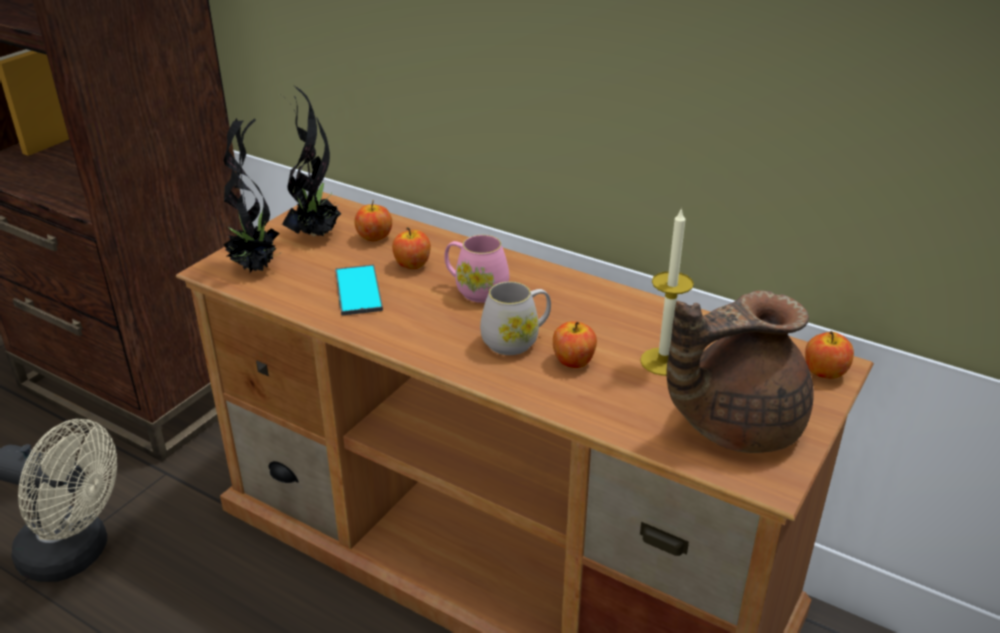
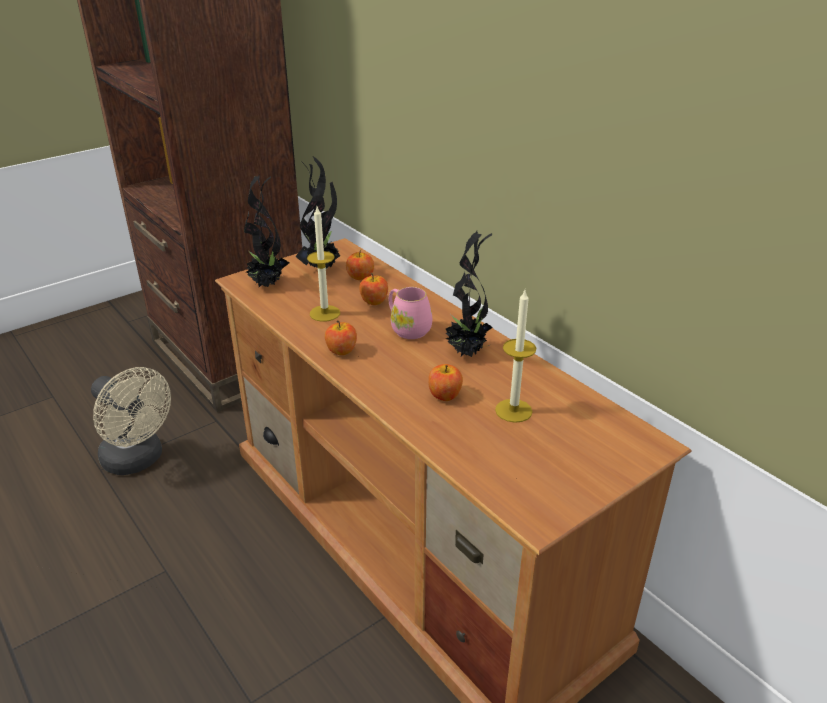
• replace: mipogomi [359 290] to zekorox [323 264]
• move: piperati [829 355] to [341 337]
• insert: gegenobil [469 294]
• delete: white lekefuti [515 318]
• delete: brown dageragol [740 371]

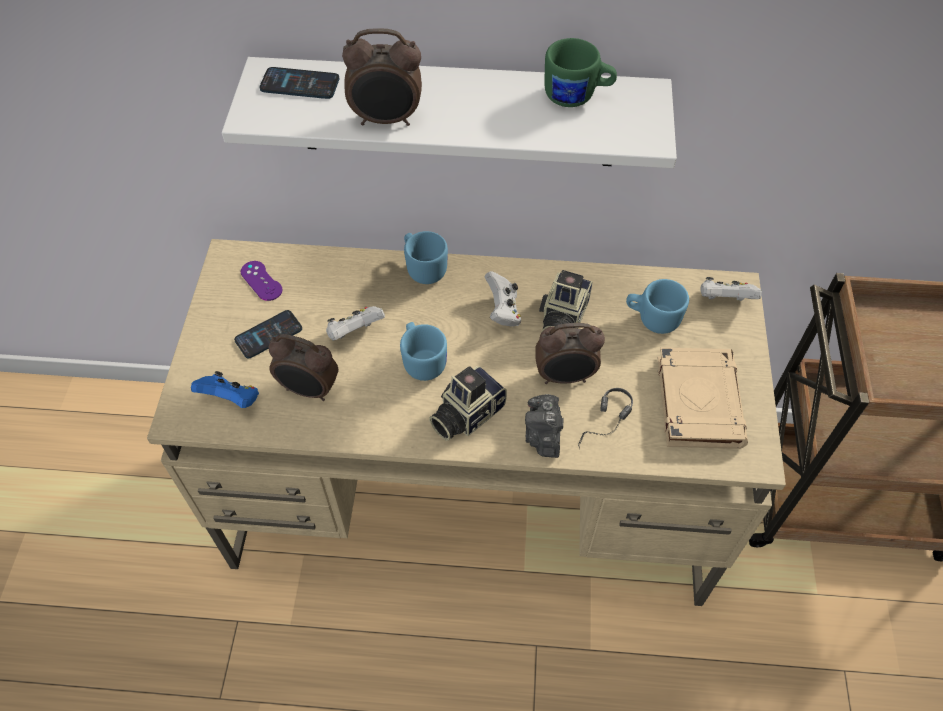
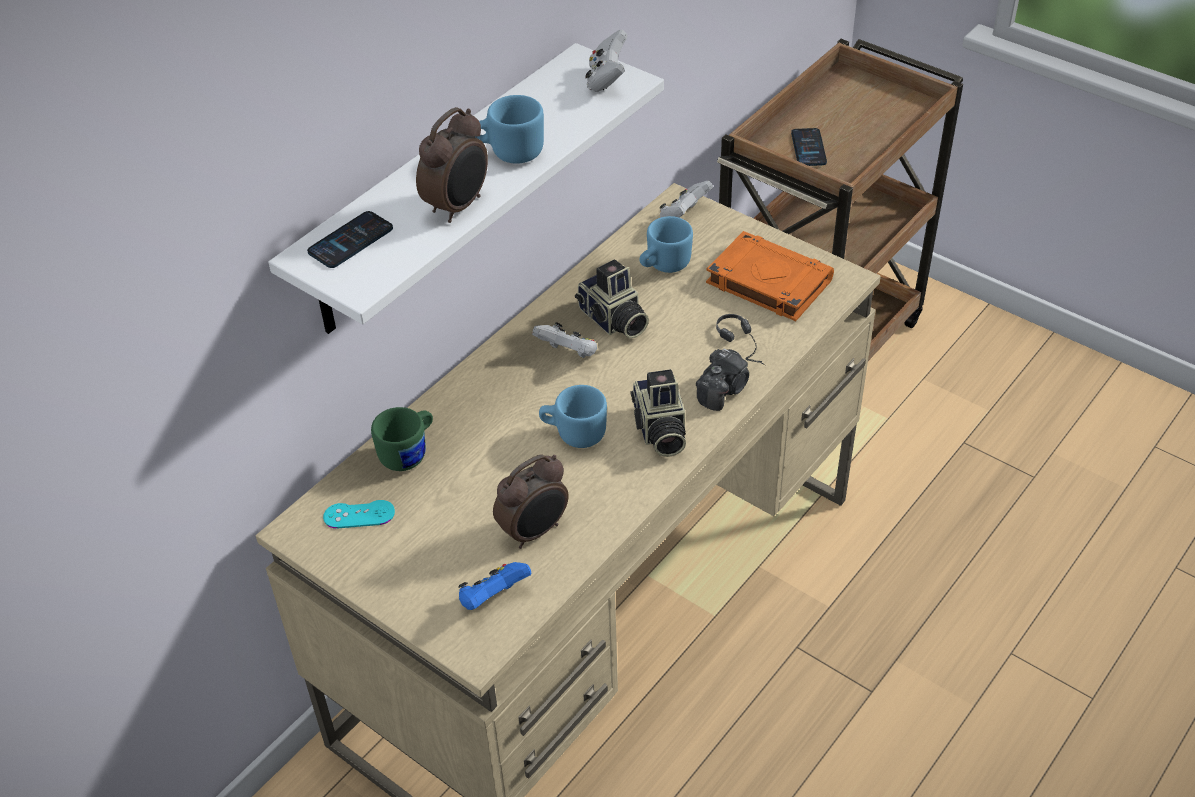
• recolor: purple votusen [261 281] to turquoise votusen [359 514]
• move: green lekefuti [580 72] to [402 439]
• move: blue lekefuti [426 257] to [509 129]
• move: white votusen [355 323] to [606 61]
• rotate: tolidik [544 426] = [722 379] 90 degrees counterclockwise
• recolor: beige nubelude [703 398] to orange nubelude [770 276]
• move: mipogomi [268 334] to [809 147]
• delete: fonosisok [570 353]

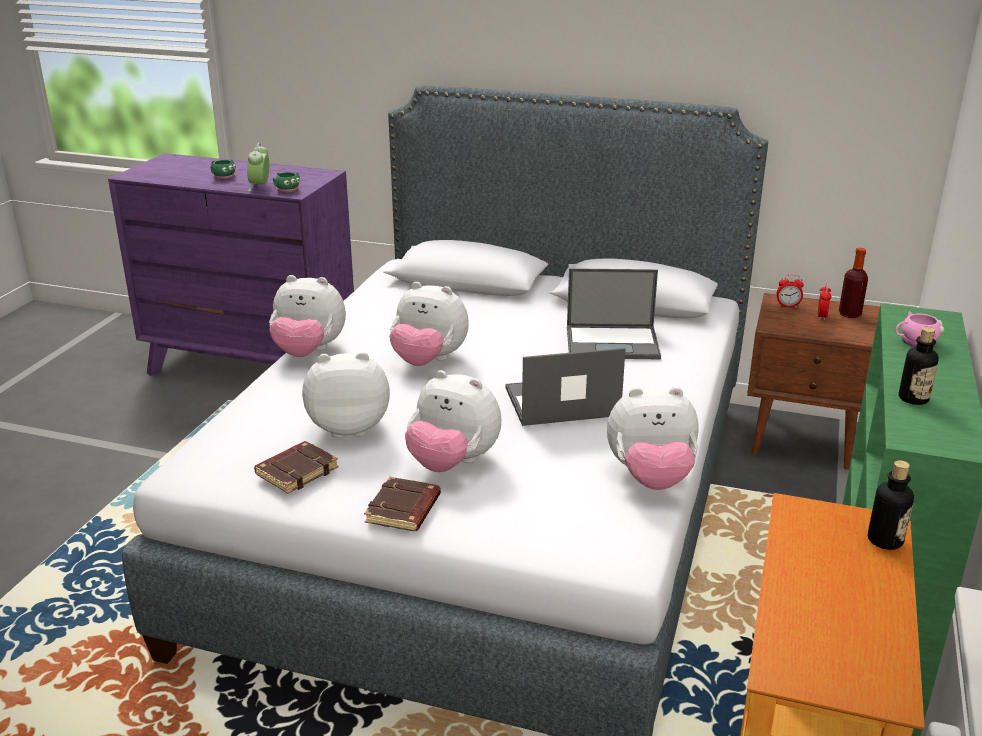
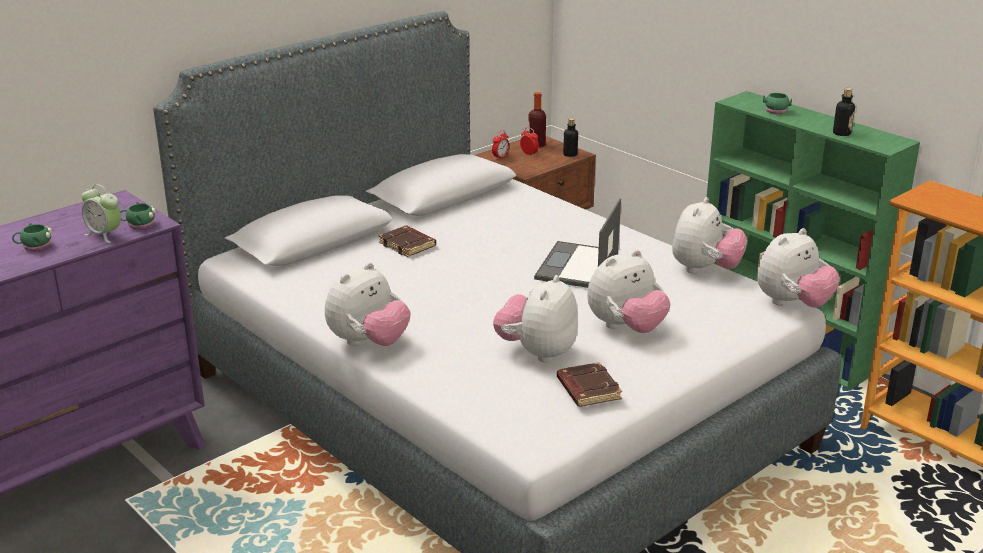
• move: brown nubelude [402 504] to [407 241]
• move: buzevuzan [891 505] to [570 137]
• move: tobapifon [429 324] to [798 268]
• recolor: pink lekefuti [919 329] to green lekefuti [777 103]
• delete: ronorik [614 314]

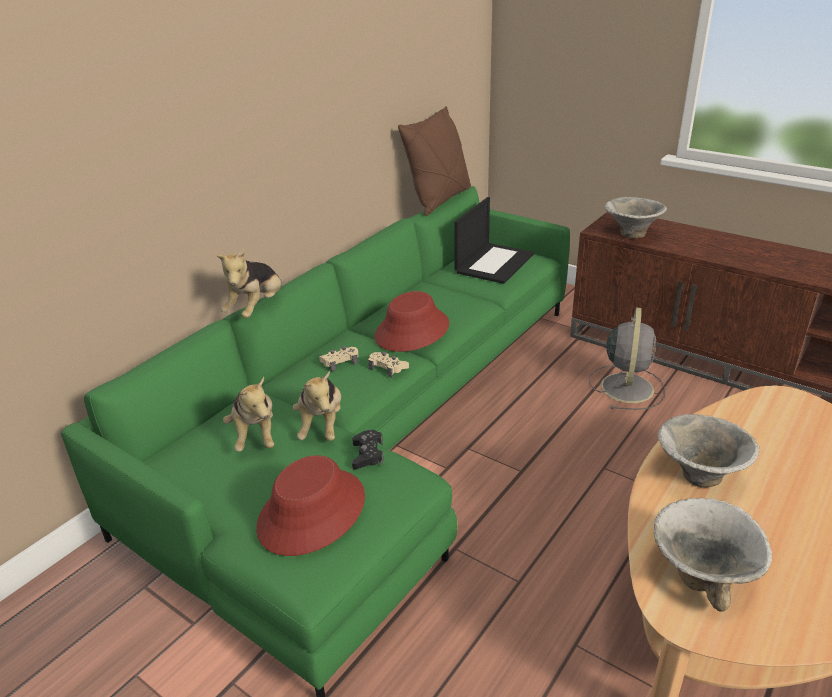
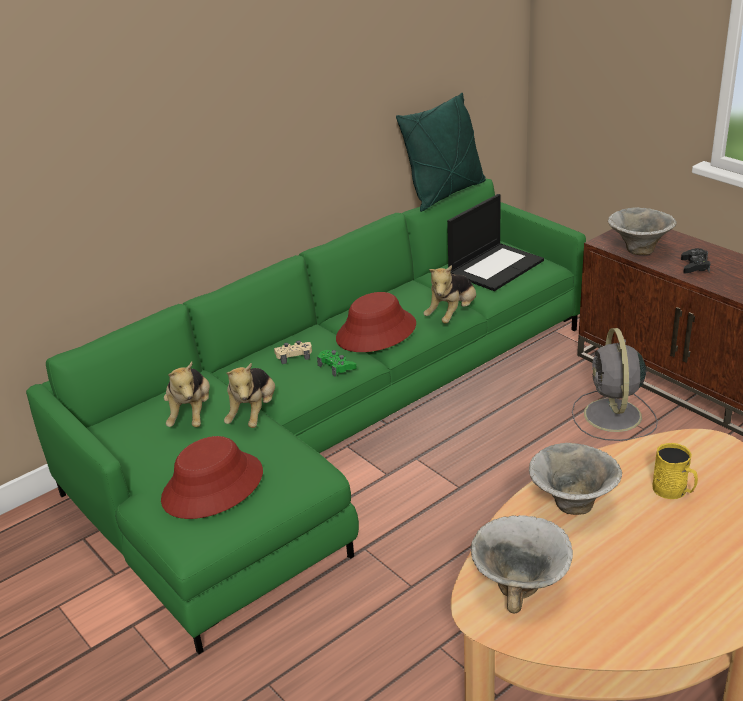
• recolor: beige votusen [388 365] to green votusen [337 363]
• recolor: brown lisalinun [434 161] to green lisalinun [441 152]
• move: tobapifon [249 283] to [449 294]
• rotate: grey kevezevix [627 359] = [615 384] 150 degrees clockwise
• insert: yellow lekefuti [675 471]
• move: black votusen [368 449] to [696 260]

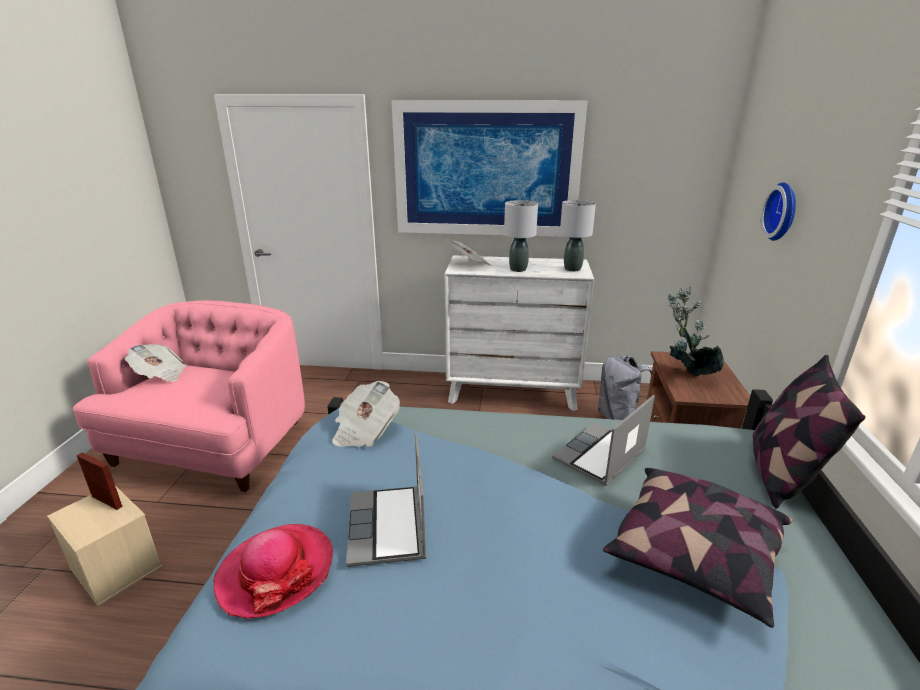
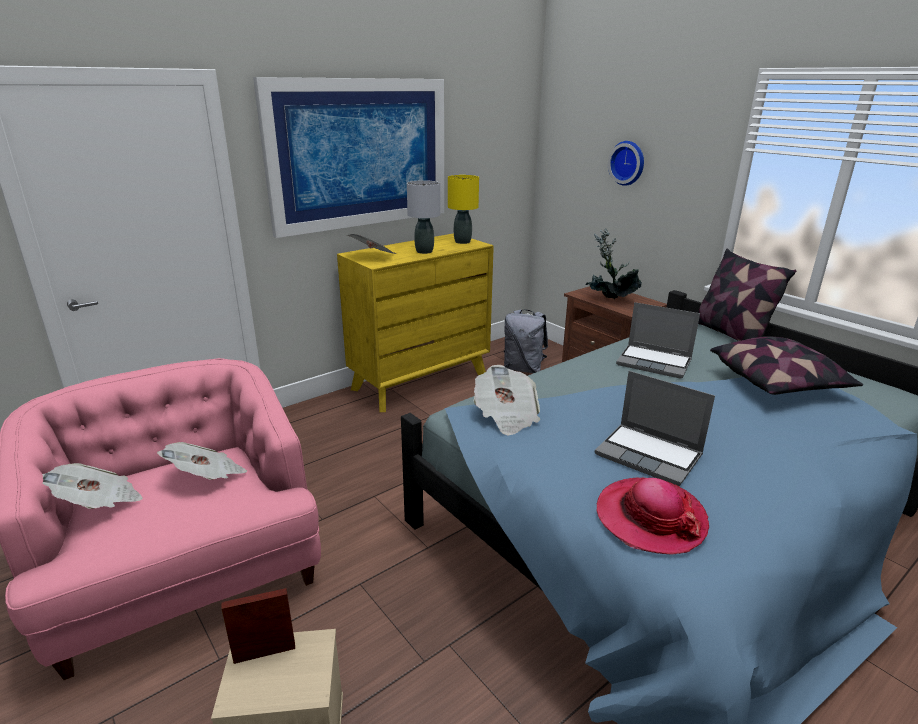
• insert: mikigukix [202 461]
• recolor: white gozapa [519 333] to yellow gozapa [415 322]
• recolor: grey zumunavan [578 235] to yellow zumunavan [463 209]
• rotate: ronorik [603 440] = [658 340] 60 degrees counterclockwise

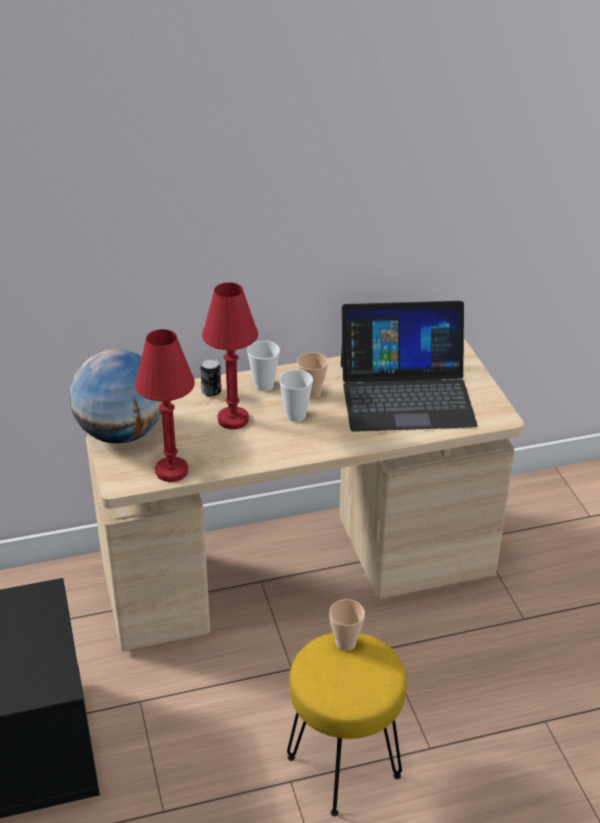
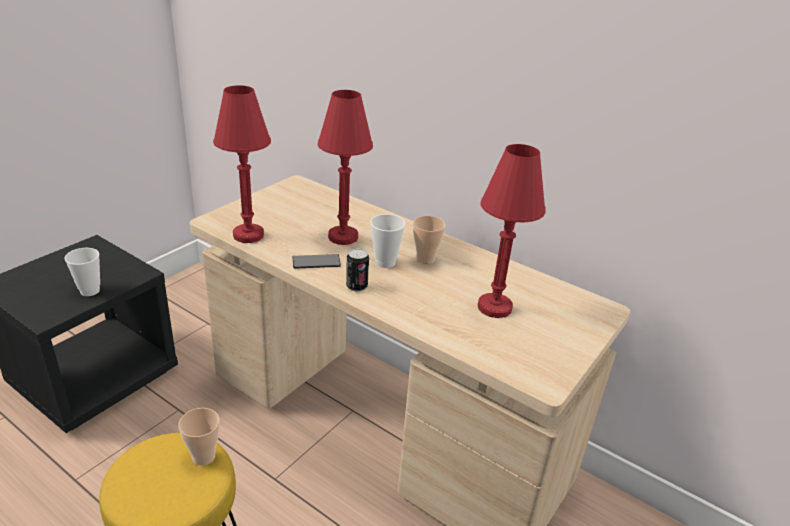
• move: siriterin [263 366] to [82 272]
• insert: mipogomi [316 261]
• move: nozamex [210 378] to [357 270]
• replace: ronorik [409 366] to red zumunavan [511 231]
• delete: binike [116 396]

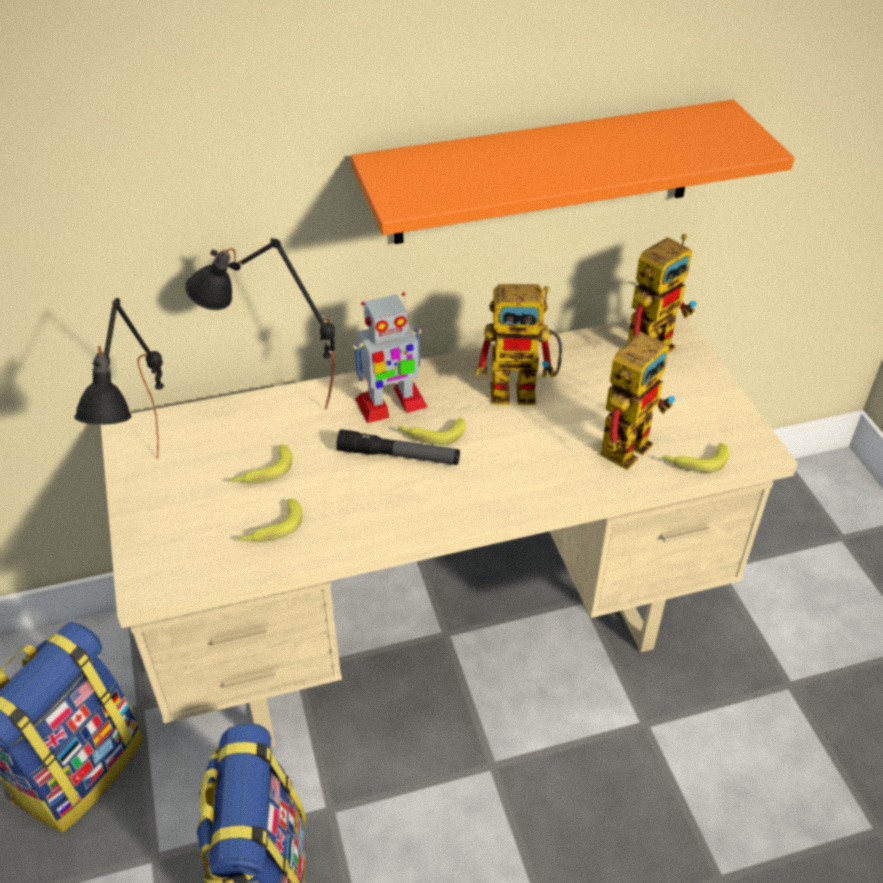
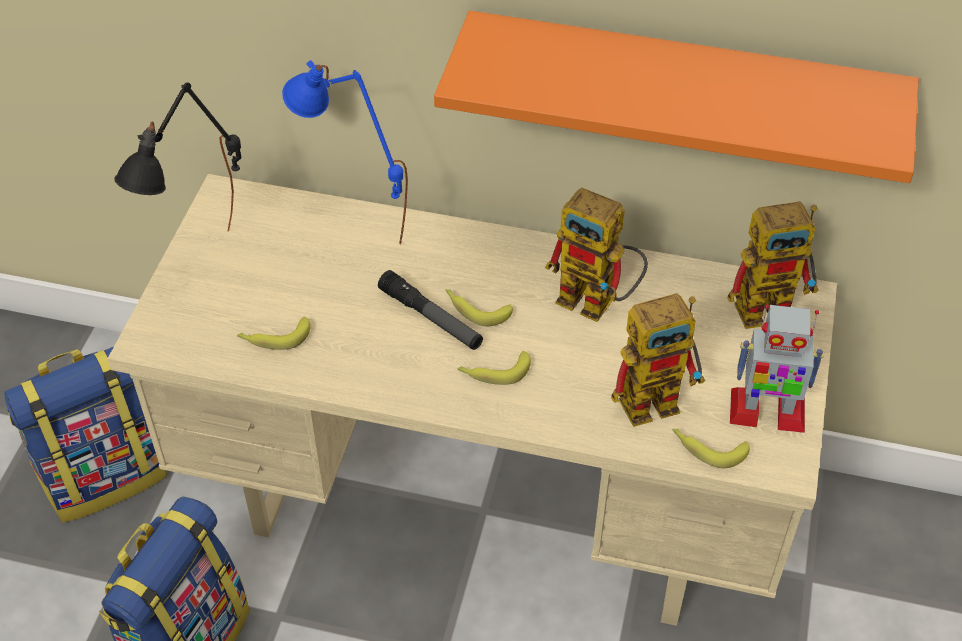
• recolor: black zumunavan [260 324] to blue zumunavan [345 152]
• move: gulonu [261 464] to [494 368]
• move: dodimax [390 357] to [777 369]

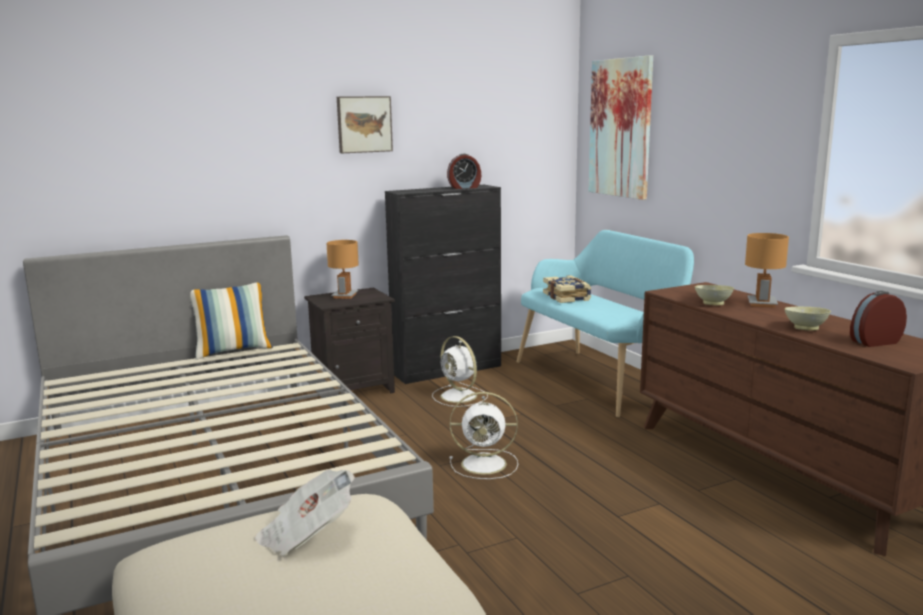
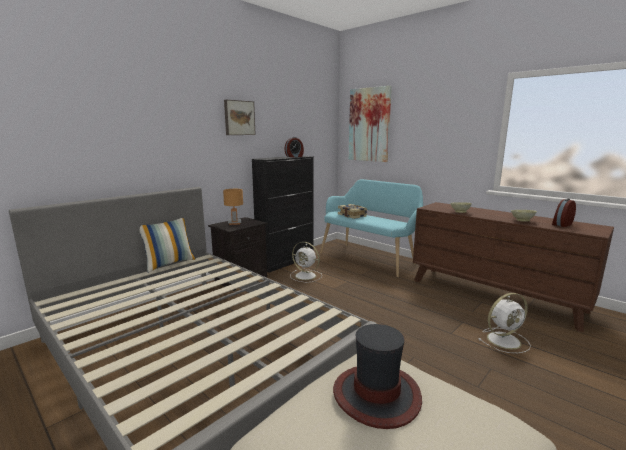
• replace: mikigukix [305 513] to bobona [377 376]
• move: white kevezevix [484 435] to [505 323]
• delete: brown zumunavan [767 270]

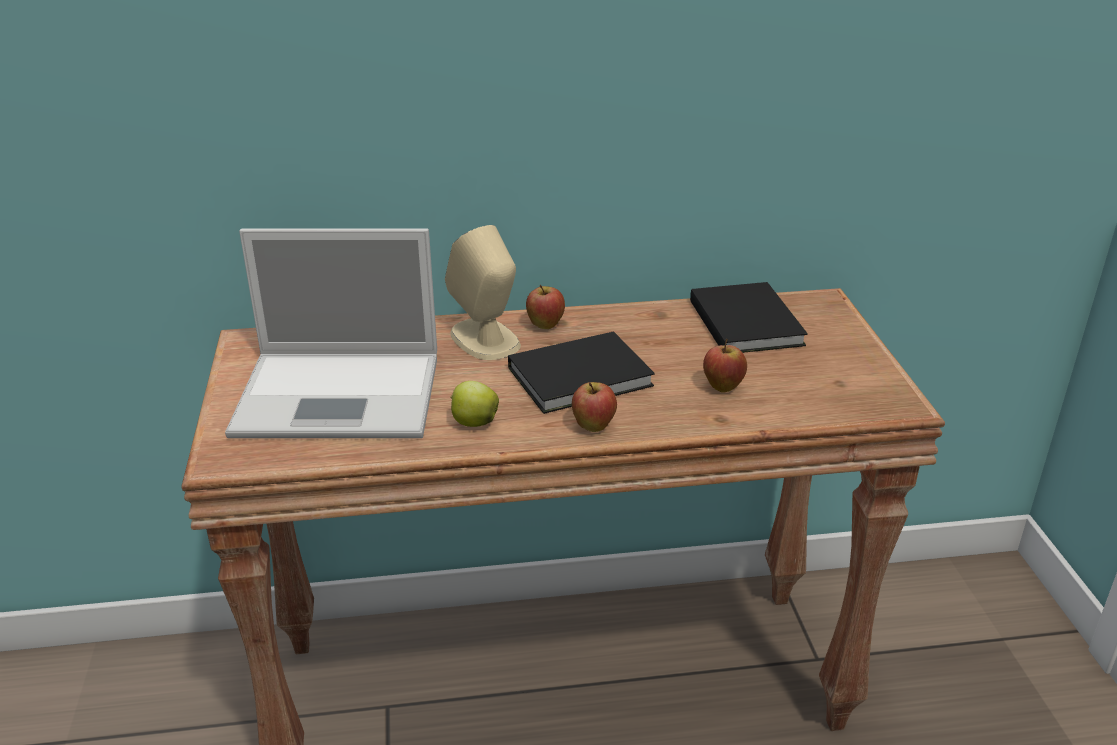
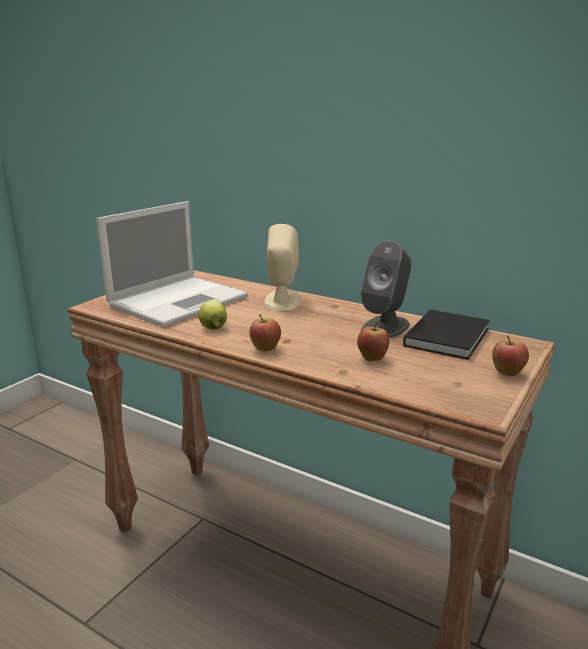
• rotate: ronorik [331 333] = [172 264] 90 degrees counterclockwise
• insert: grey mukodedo [386 289]
• move: piperati [545 307] to [510 356]
• delete: black nubelude [581 372]

